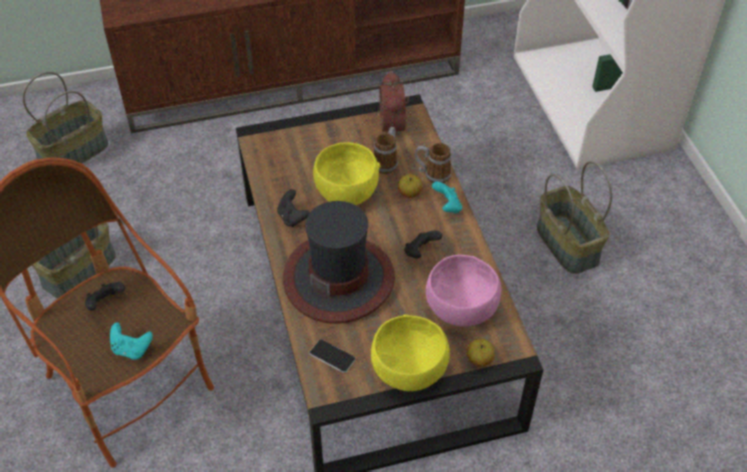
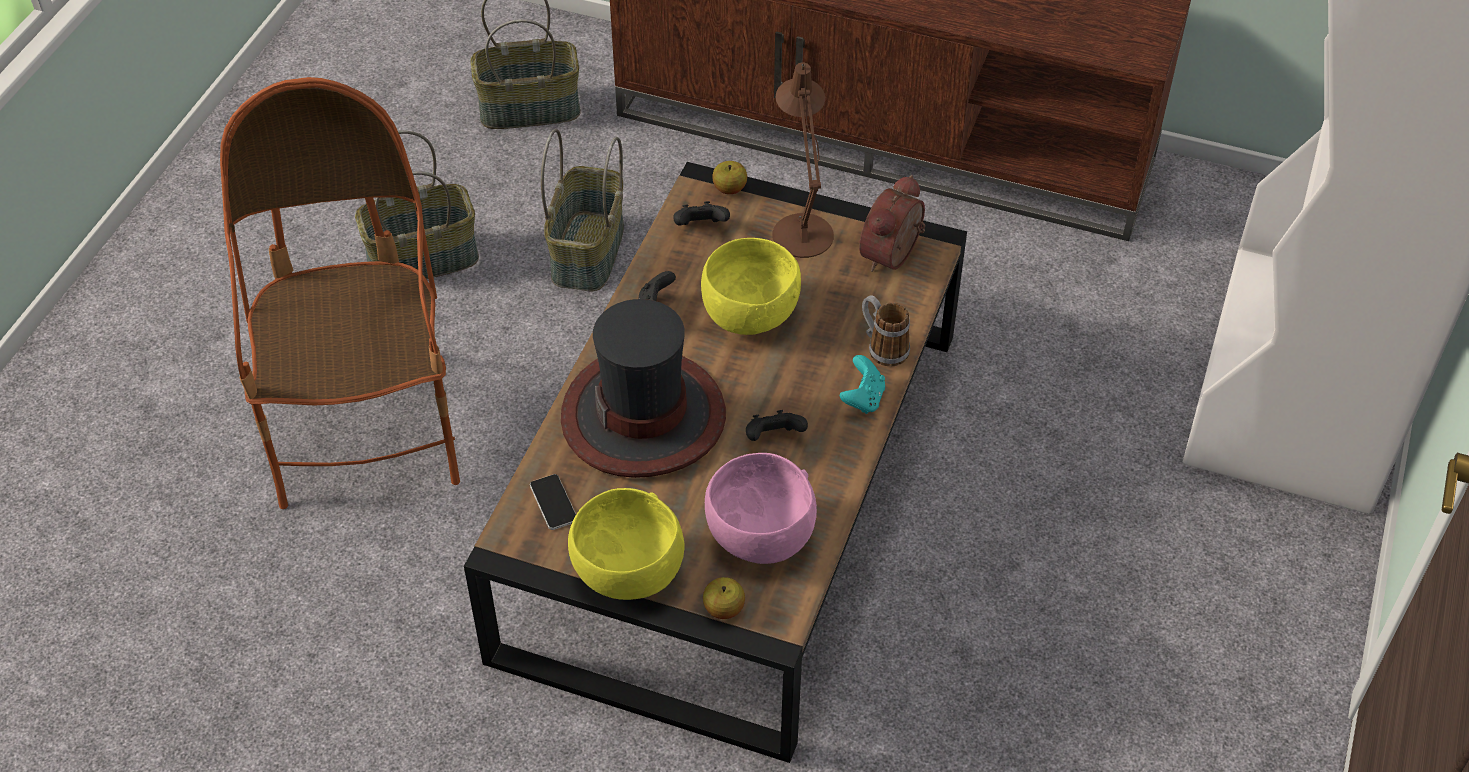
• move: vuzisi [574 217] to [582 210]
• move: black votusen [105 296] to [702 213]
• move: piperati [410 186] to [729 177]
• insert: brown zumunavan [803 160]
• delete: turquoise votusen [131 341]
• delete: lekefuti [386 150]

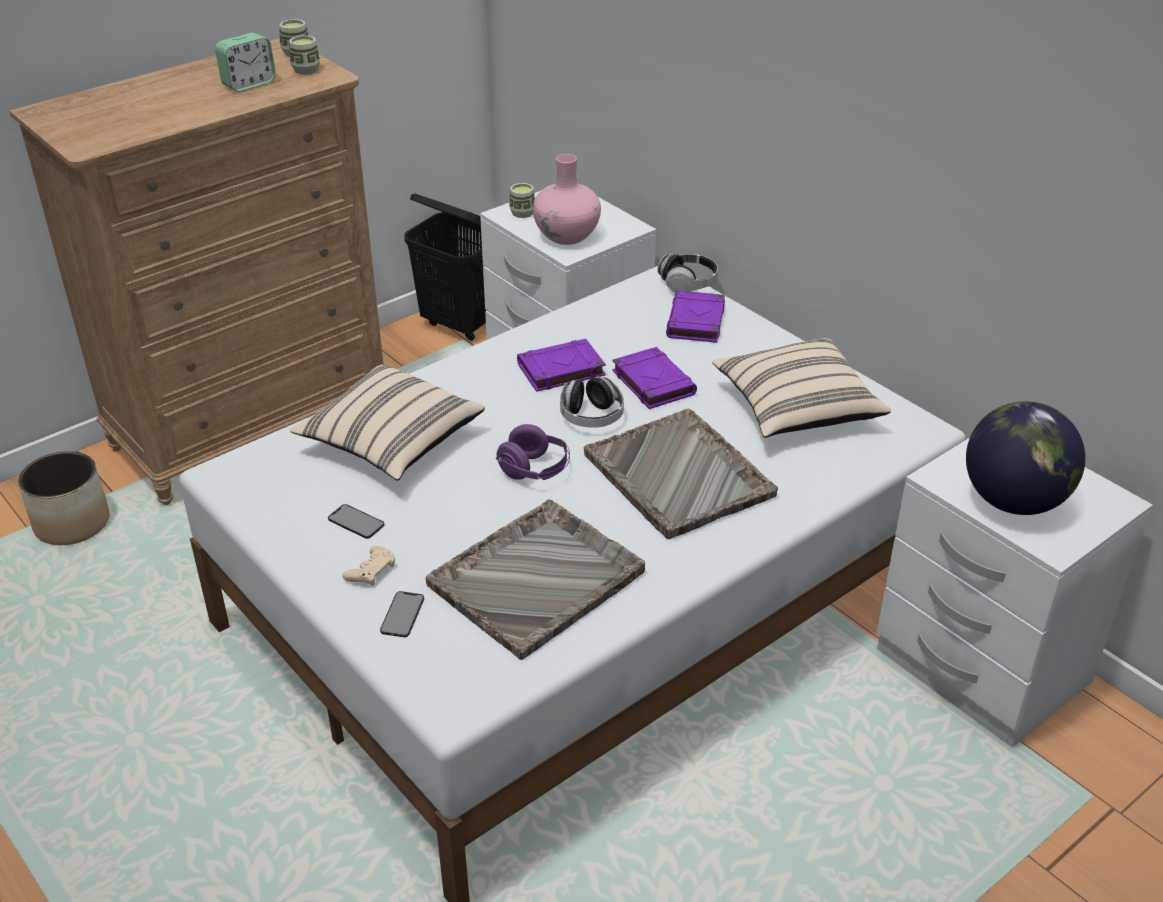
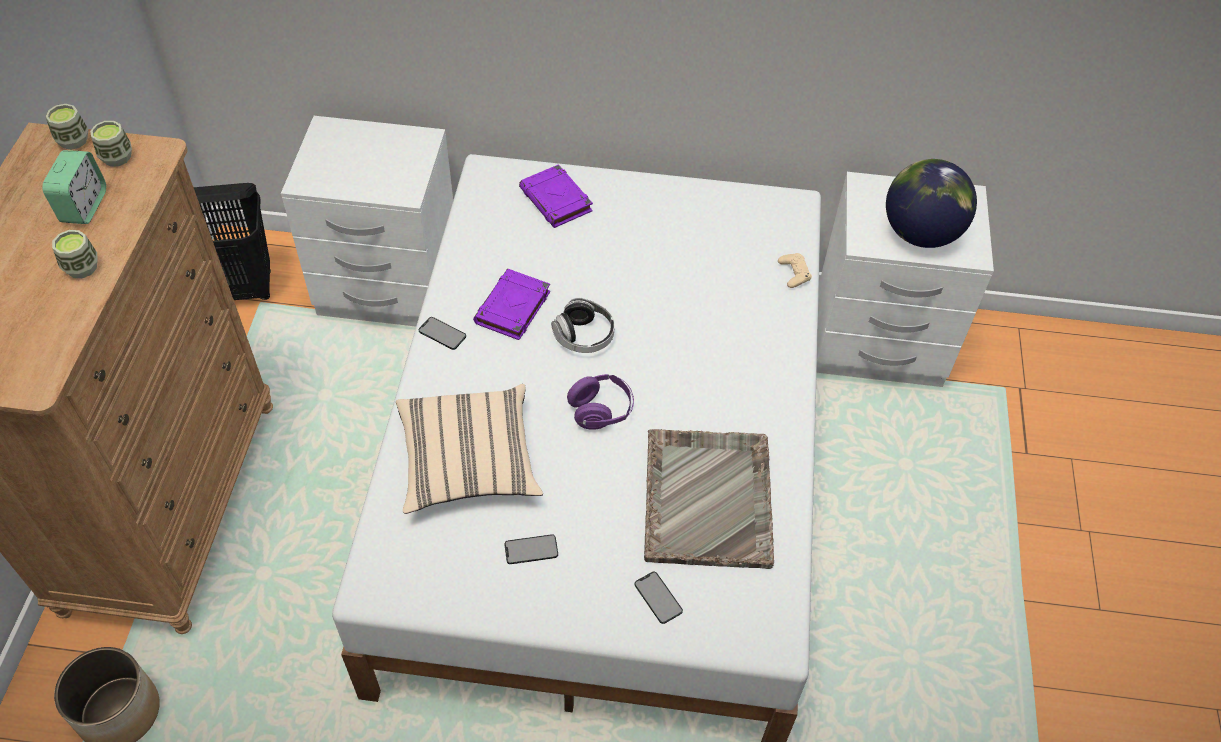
• move: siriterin [522 200] to [75 254]
• insert: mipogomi [442 333]
• move: beige votusen [369 566] to [795 270]
• delete: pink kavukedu [567 199]
• delete: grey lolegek [681 473]
• delete: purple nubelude [654 378]
• delete: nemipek [688 273]
• delete: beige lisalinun [801 388]

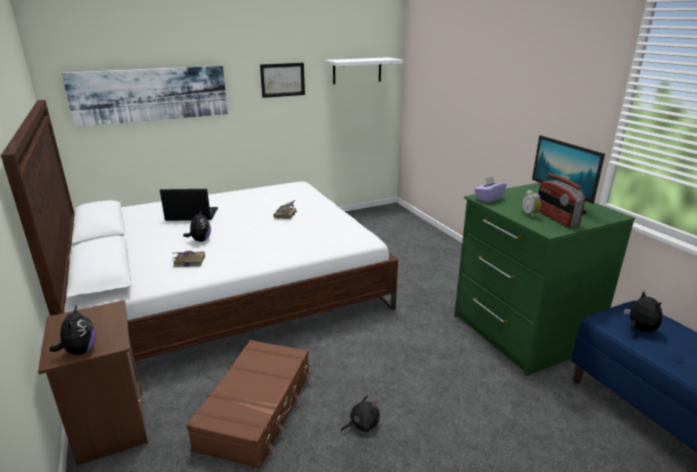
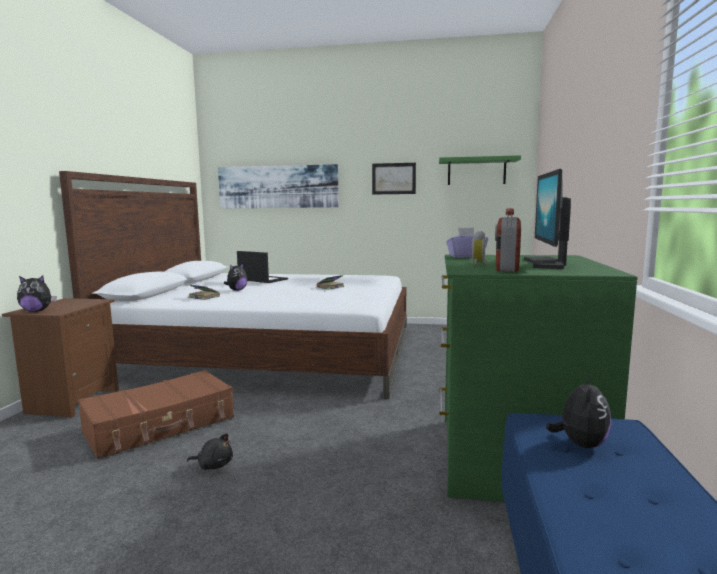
• rotate: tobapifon [73 330] = [37 293] 60 degrees clockwise
• recolor: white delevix [364 70] to green delevix [480 170]

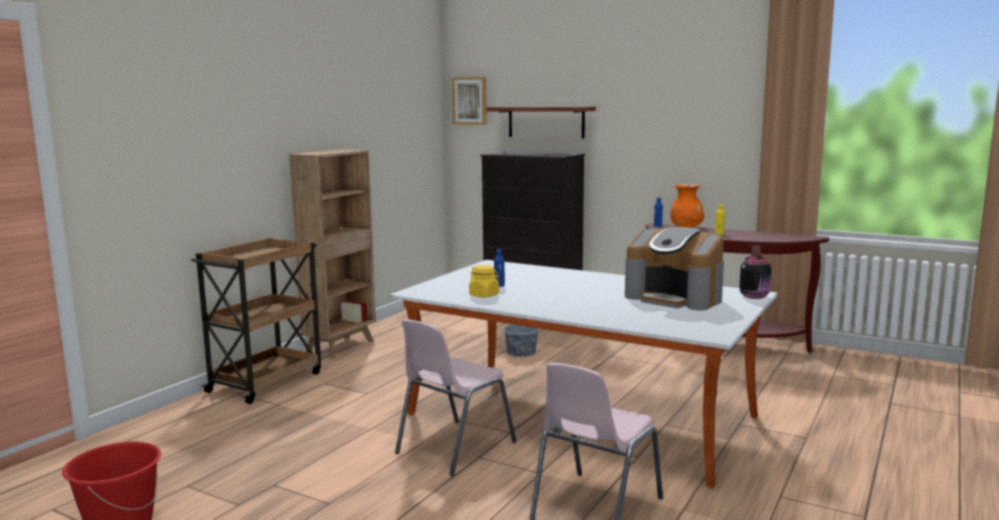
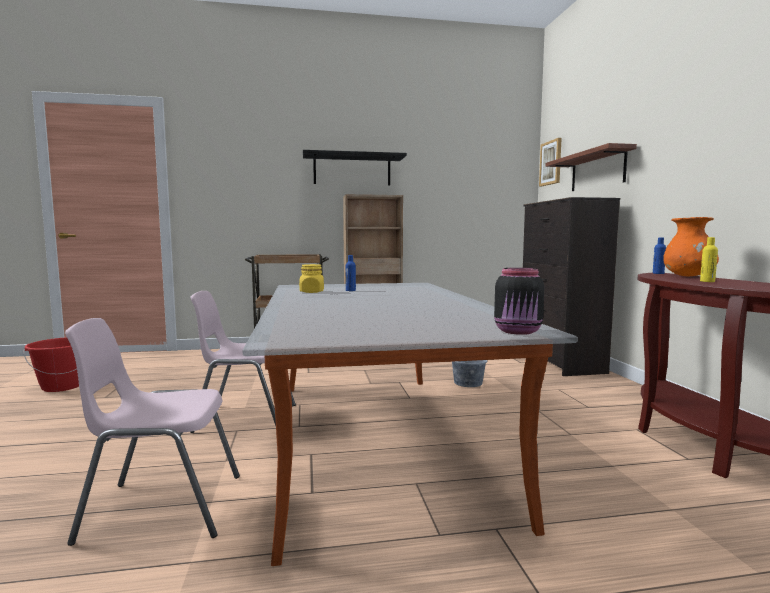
• insert: black delevix [355 167]
• delete: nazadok [674 269]

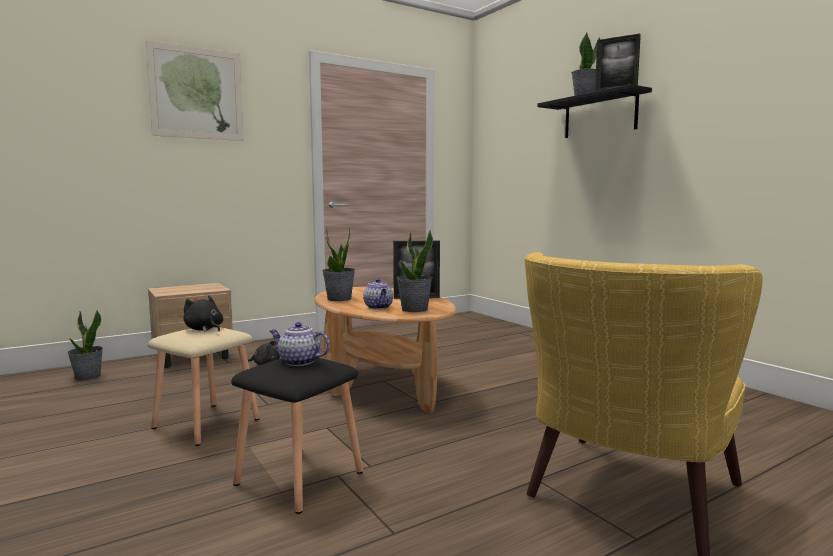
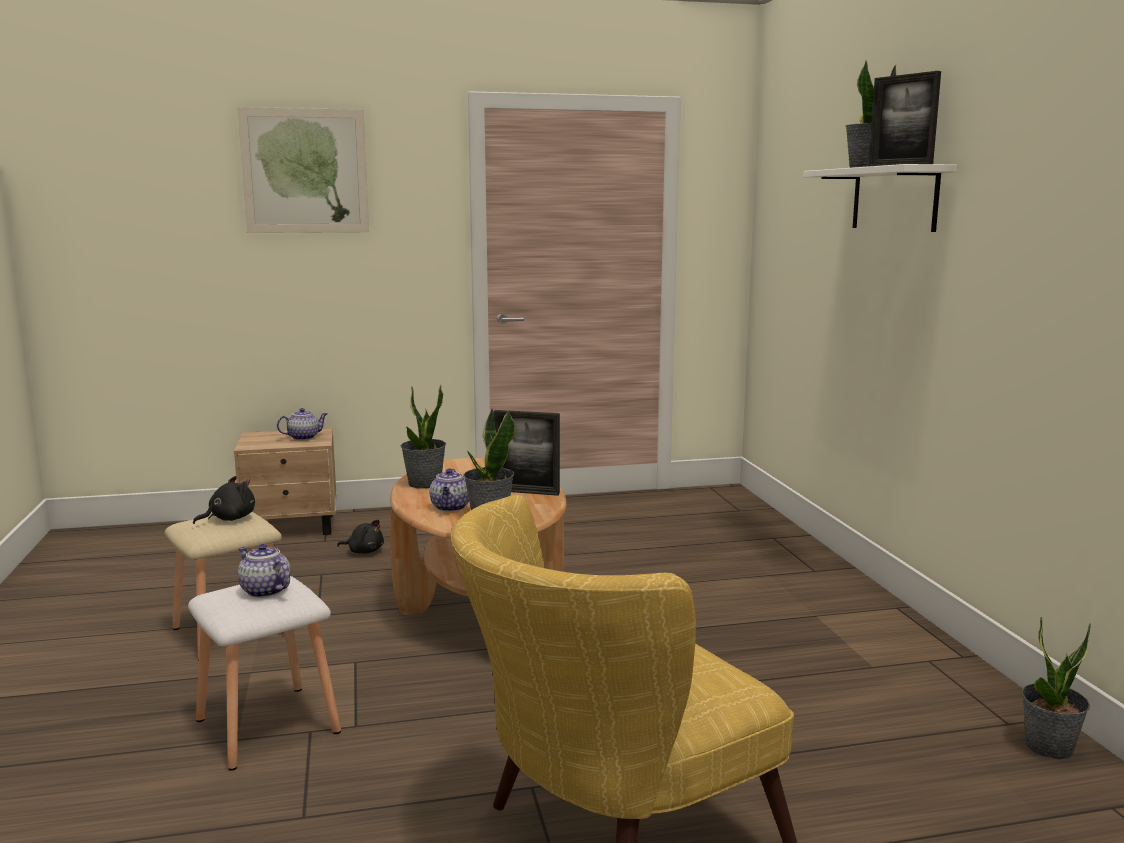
• recolor: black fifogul [297 436] to white fifogul [264 673]
• rotate: black tobapifon [203 313] = [224 500] 75 degrees clockwise
• insert: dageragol [302 424]
• recolor: black delevix [594 111] to white delevix [880 198]
• move: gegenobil [85 345] to [1056 688]

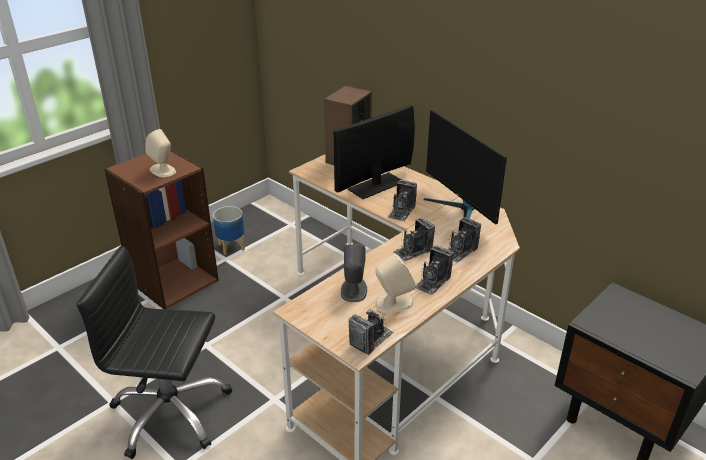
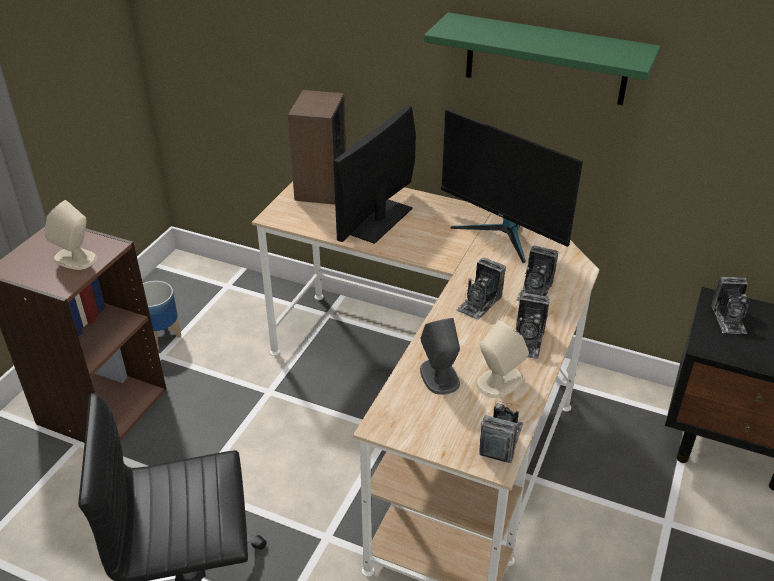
• insert: green delevix [542 58]
• move: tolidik [402 200] to [730 305]

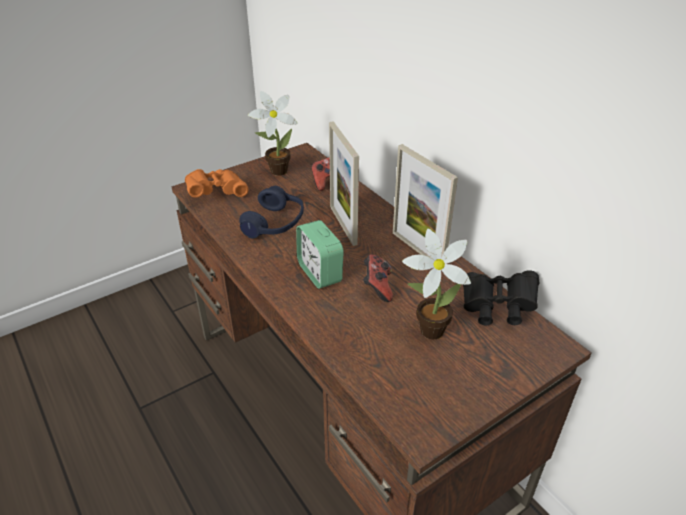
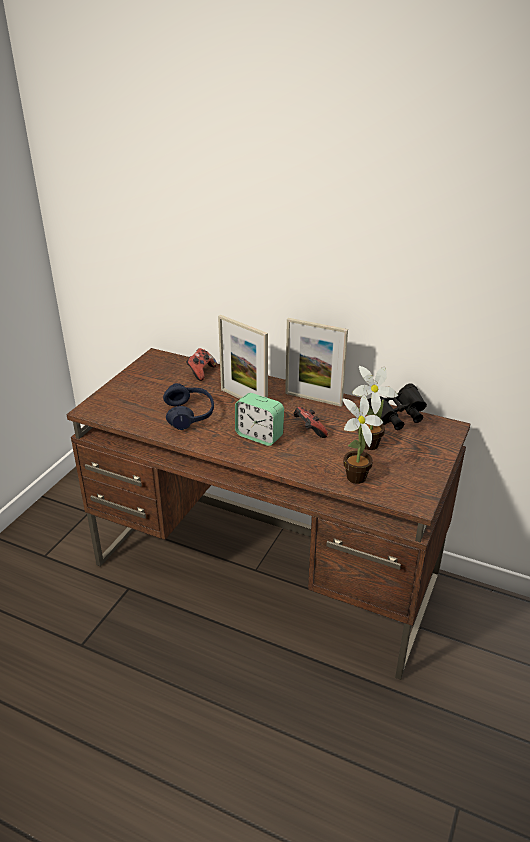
• move: gegenobil [273 133] to [363 439]
• delete: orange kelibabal [217 183]

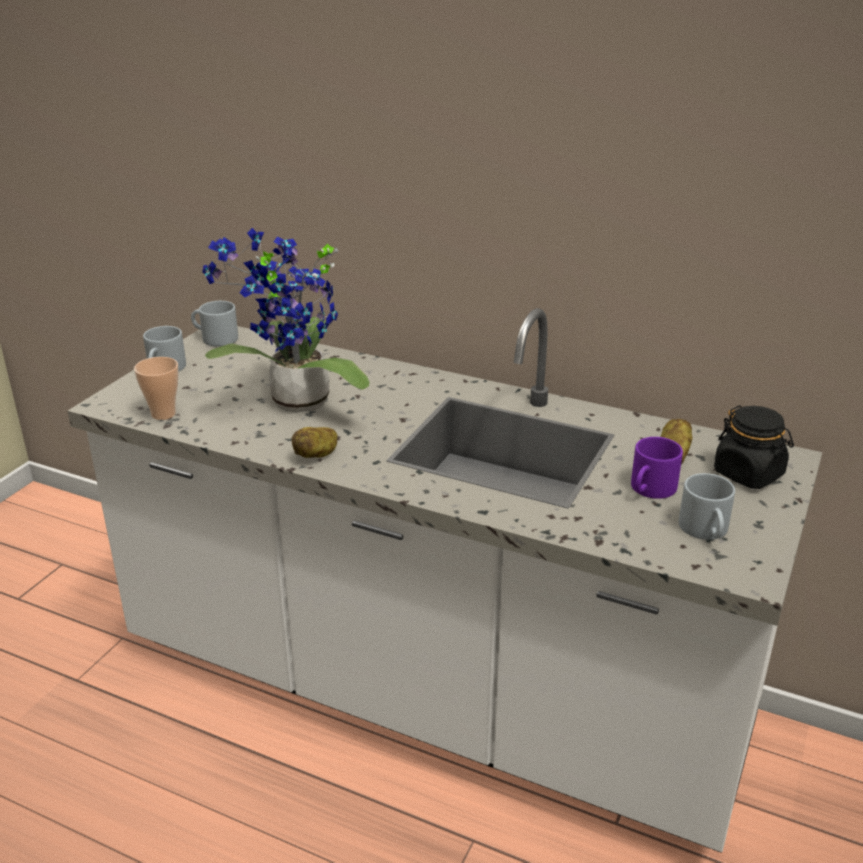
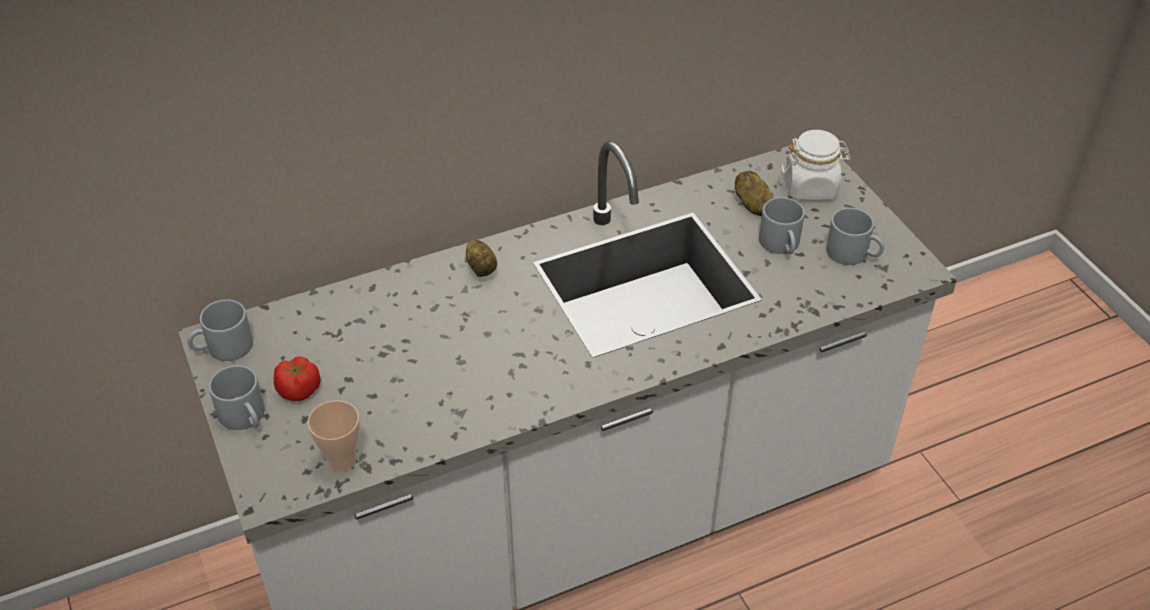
• insert: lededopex [297 378]
• move: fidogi [314 442] to [481 258]
• recolor: purple lekefuti [657 468] to grey lekefuti [782 225]
• recolor: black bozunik [754 447] to white bozunik [816 165]
• delete: gegenobil [285 320]

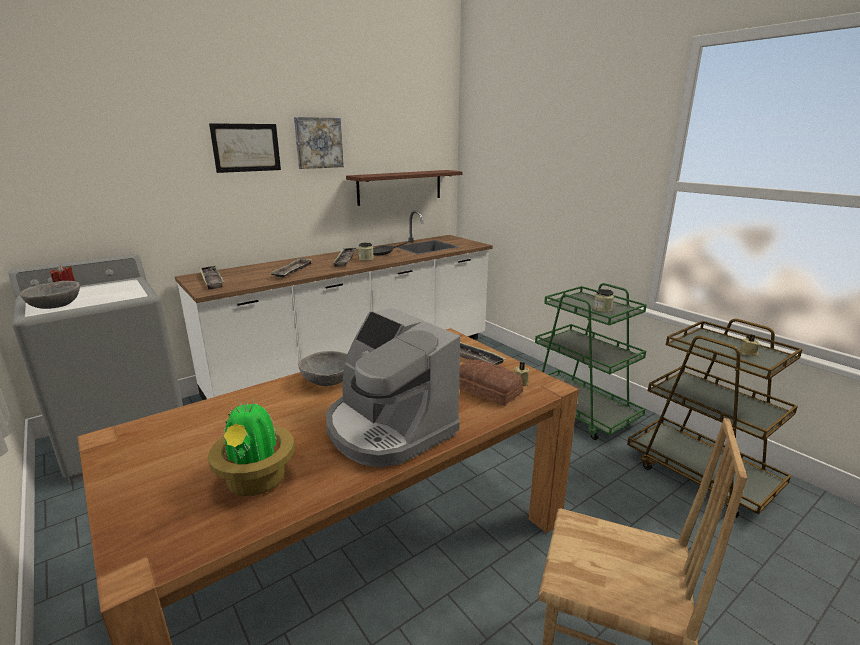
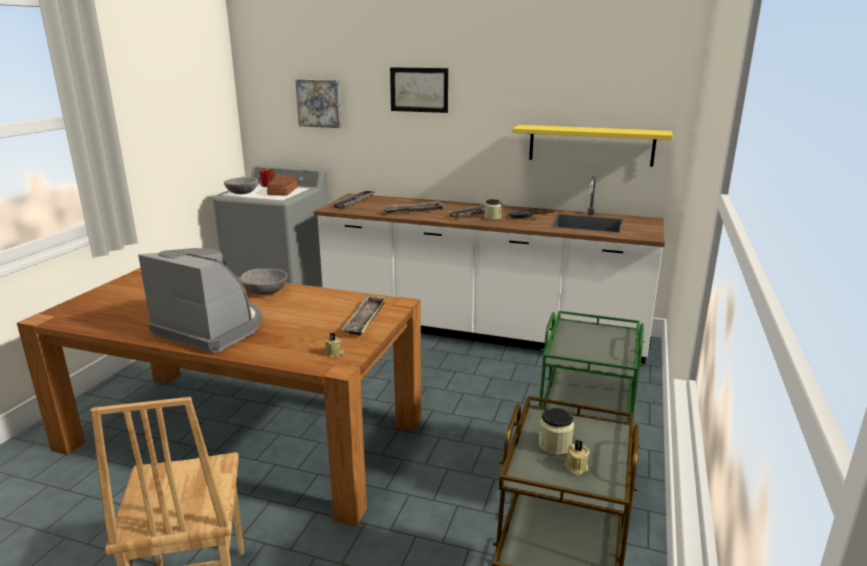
• rotate: nazadok [393 388] = [200 300] 105 degrees clockwise
• move: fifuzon [491 383] to [282 185]
• move: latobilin [319 143] to [318 103]
• recolor: brown delevix [404 188] to yellow delevix [592 146]
• move: bozunik [604 300] to [556 431]
• delete: gegenobil [251 446]

